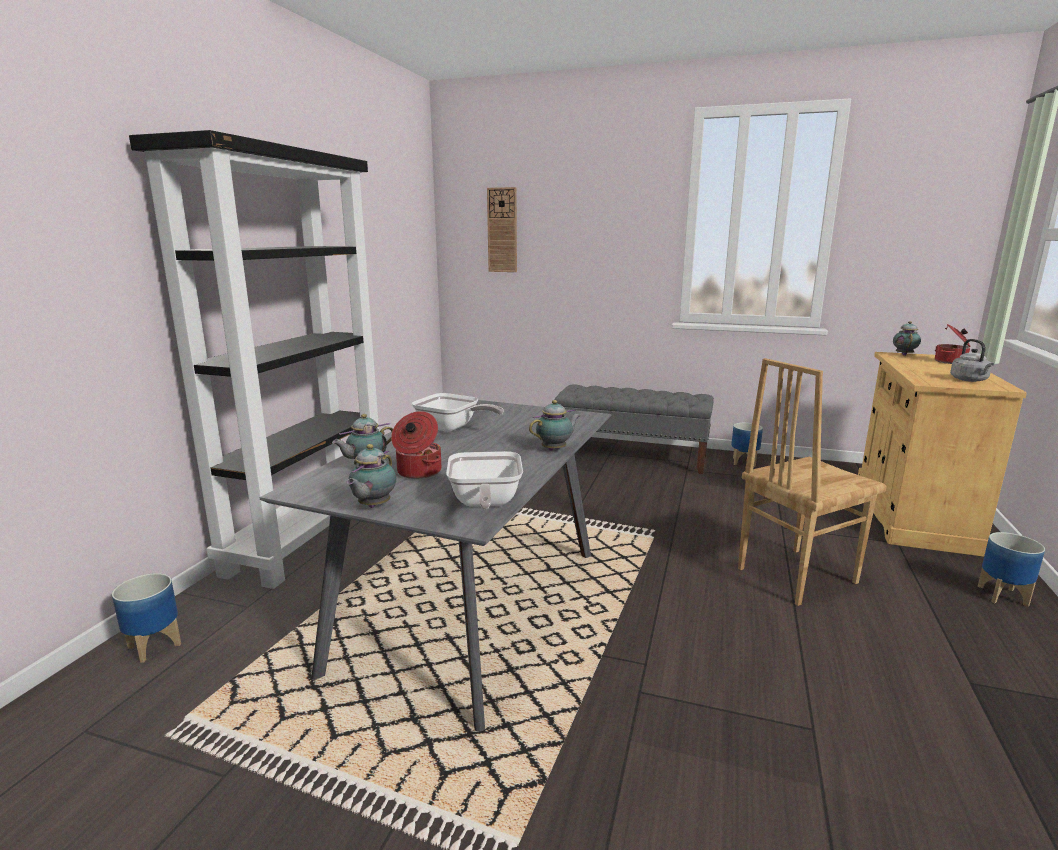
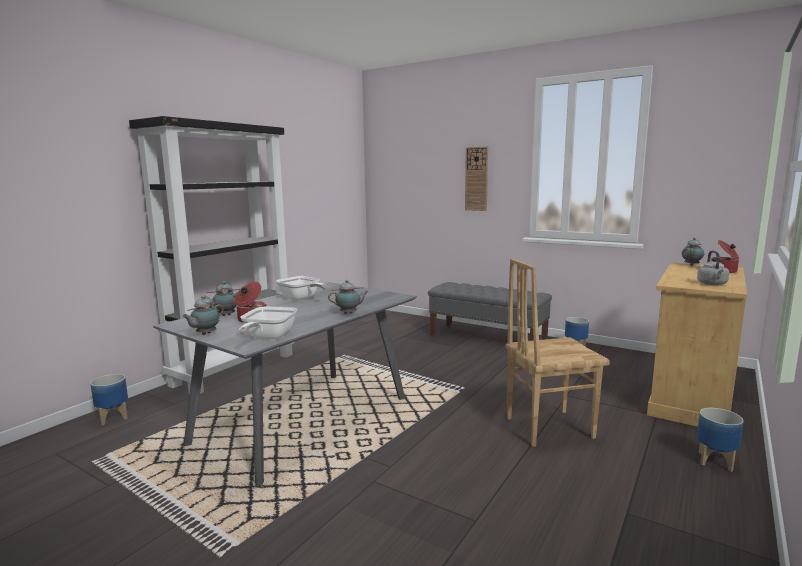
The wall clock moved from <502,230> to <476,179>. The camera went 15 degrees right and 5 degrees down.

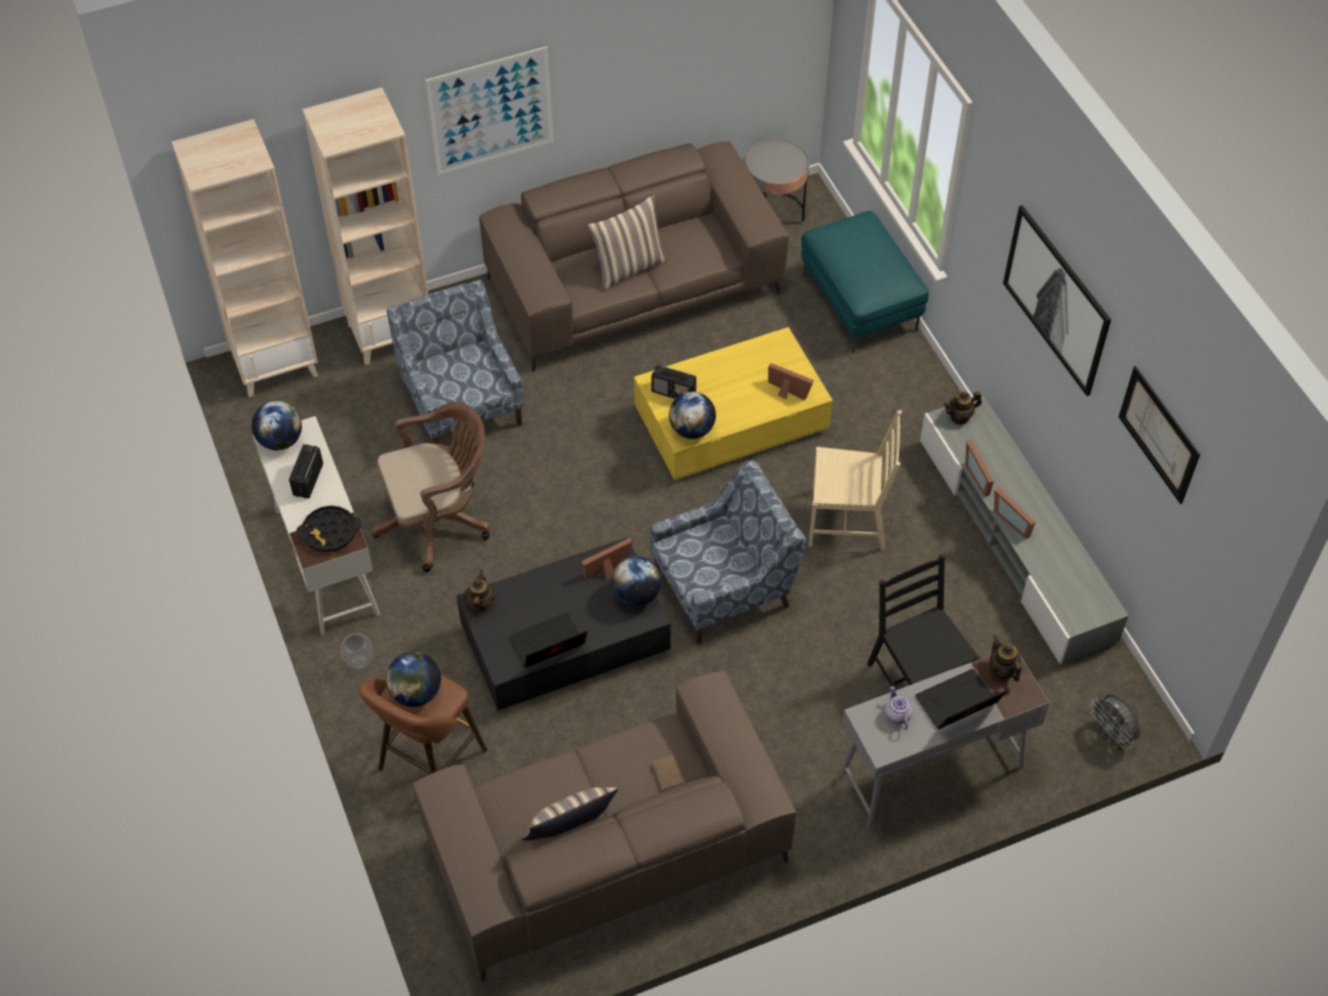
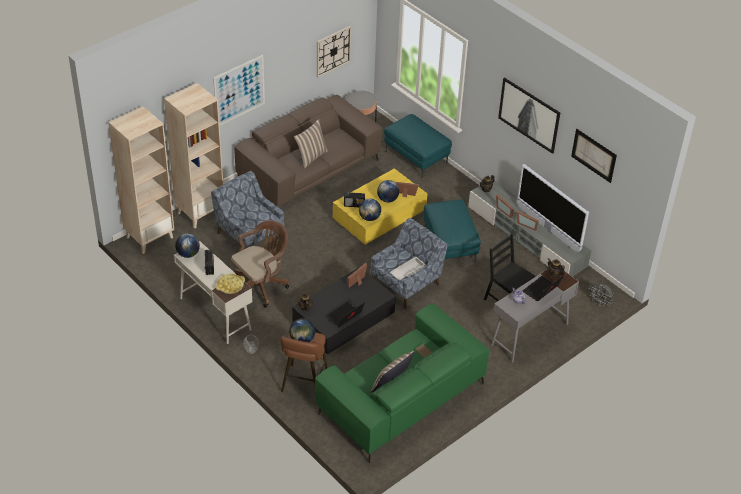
The beige chair at <848,520> was replaced by the turquoise ottoman at <450,245>. The black tray at <329,532> became the yellow tray at <230,286>. The globe moved from <636,595> to <387,199>. The brown sofa at <606,849> became the green sofa at <401,398>. The wall clock at <333,51> appeared. The television at <548,229> appeared. The white tray at <407,271> appeared. The camera went 20 degrees left and 10 degrees down.

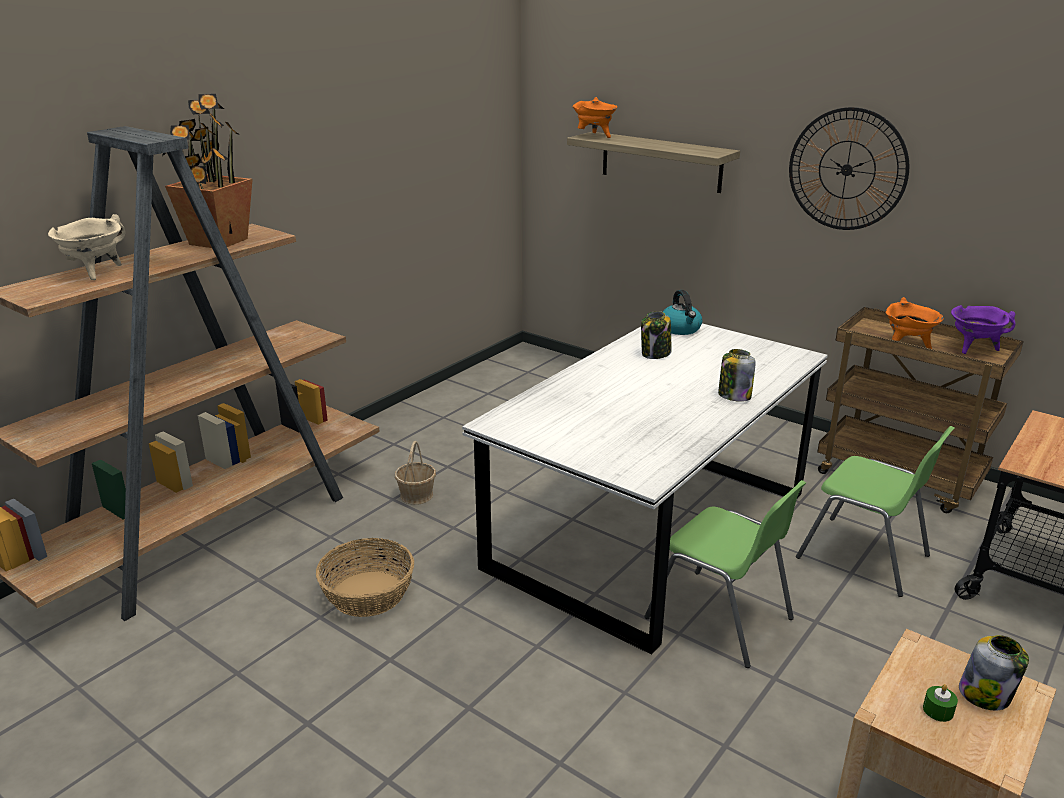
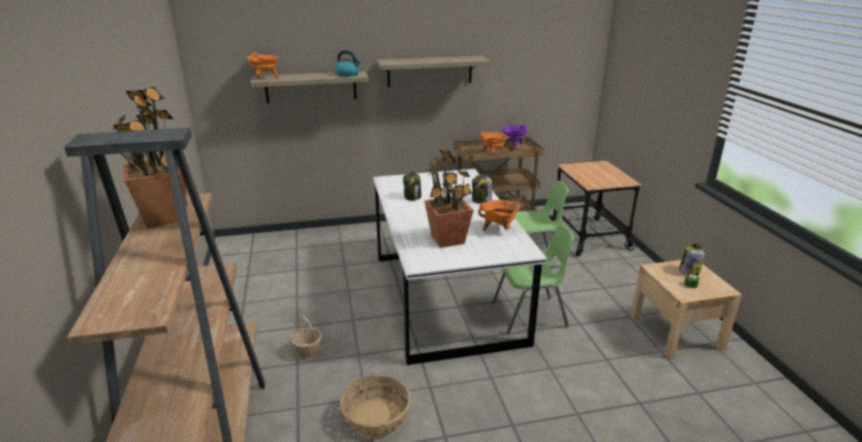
The wall clock at <847,169> was replaced by the shelf at <429,71>. The beige cooking pot at <95,272> disappeared. The kettle moved from <681,329> to <348,74>. The potted plant at <448,240> appeared. The orange cooking pot at <499,229> appeared. The camera went 50 degrees left and 0 degrees up.

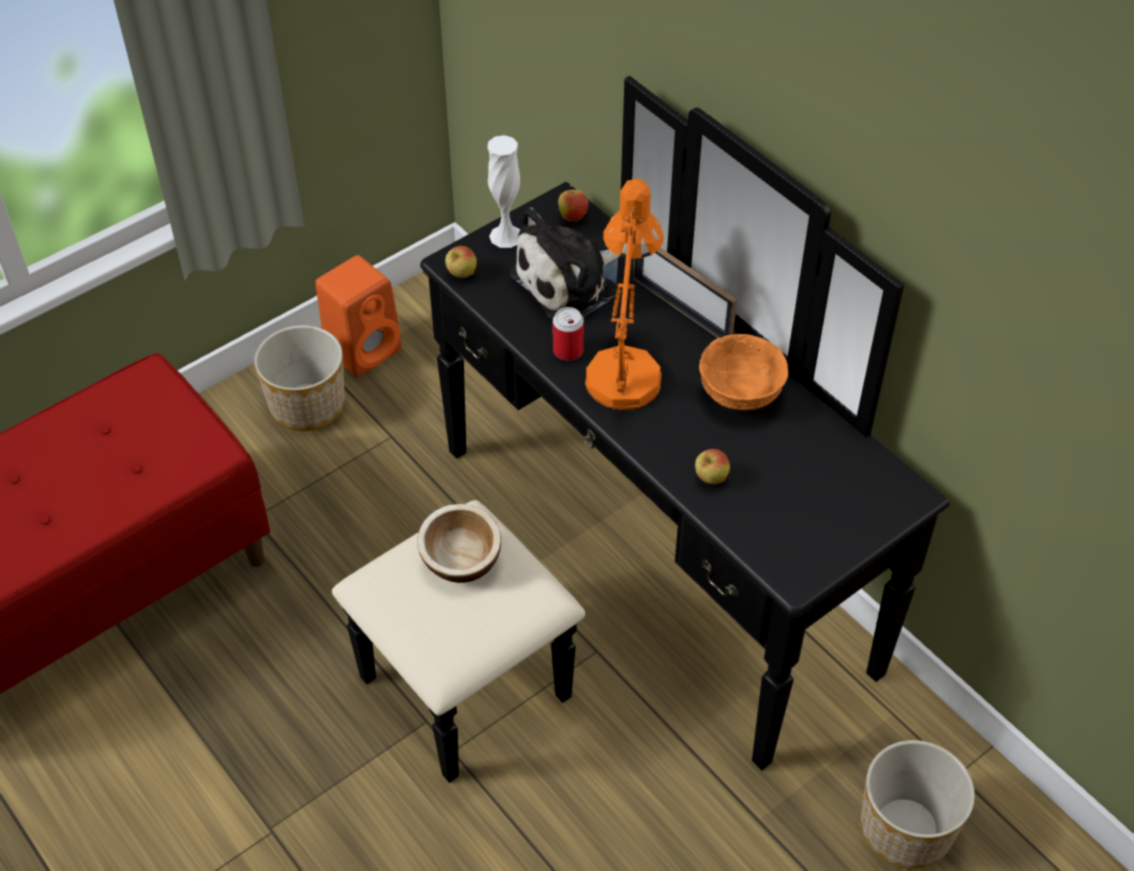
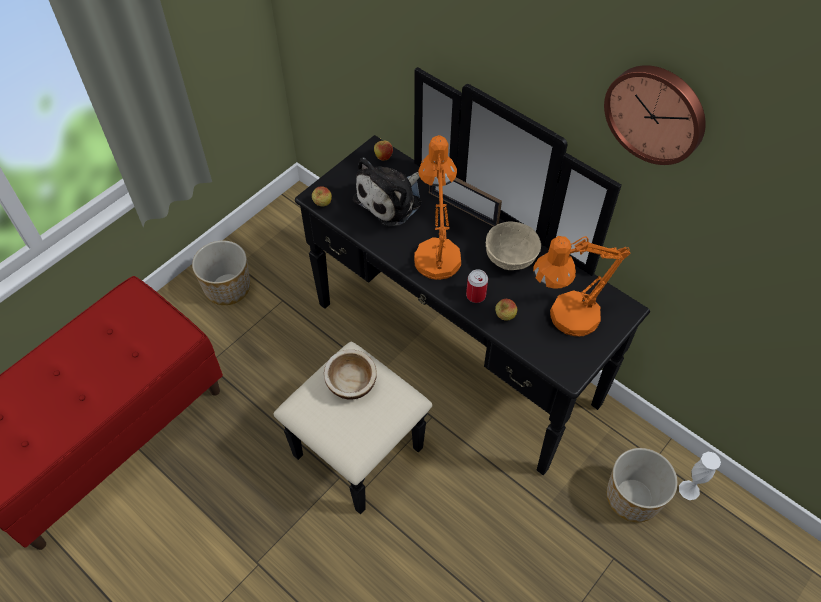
The white vase moved from <506,236> to <689,490>. The orange speaker at <364,348> disappeared. The can moved from <568,351> to <476,295>. The orange bowl at <739,393> became the beige bowl at <509,258>. The wall clock at <656,113> appeared. The orange table lamp at <564,319> appeared. The camera went 10 degrees left and 5 degrees up.

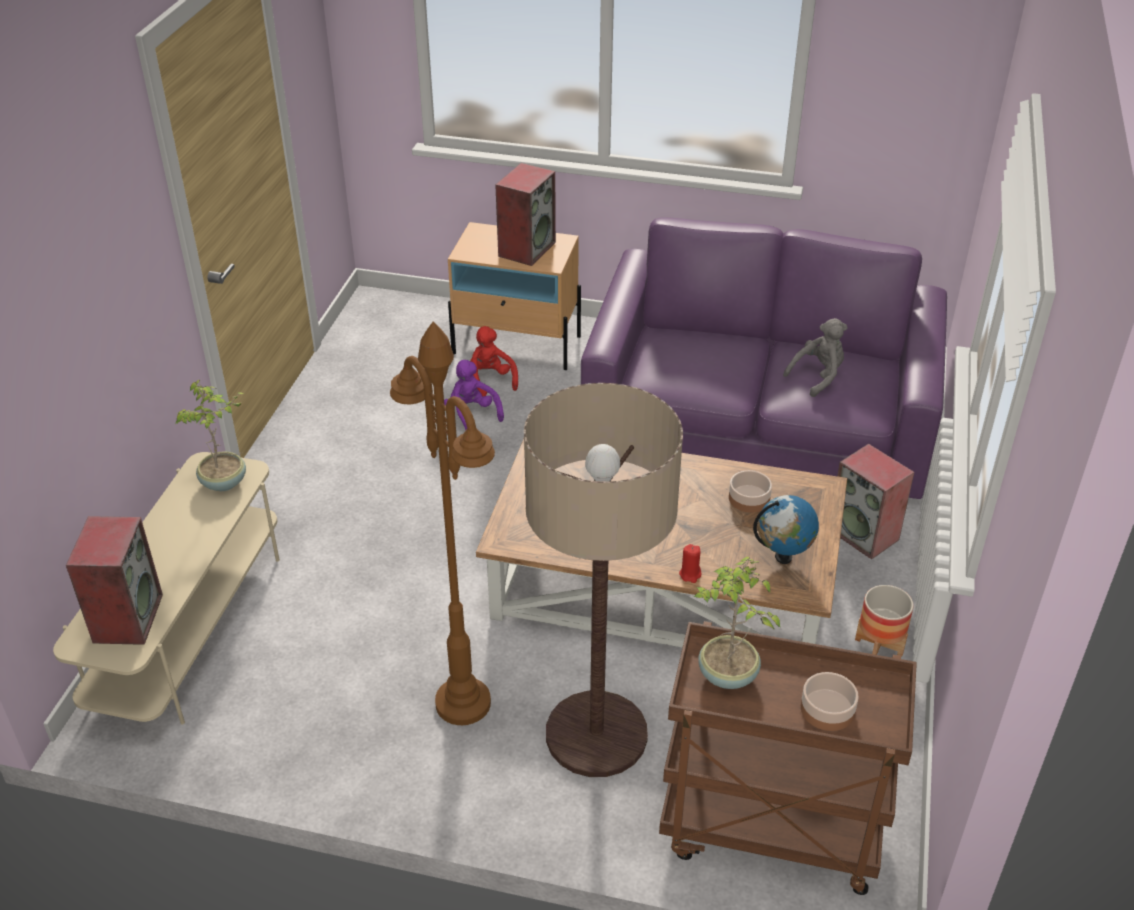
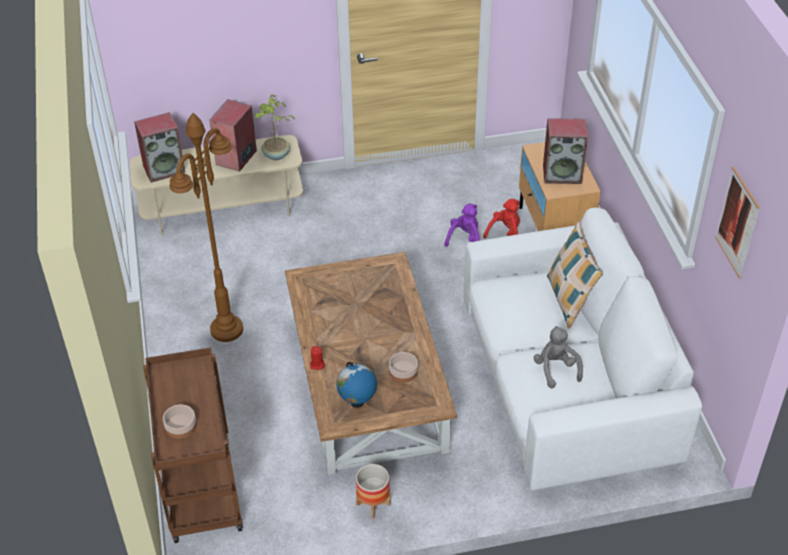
The purple sofa at <759,418> became the white sofa at <566,379>. The grey plush toy at <818,376> turned 135 degrees counterclockwise. The floor lamp at <596,735> disappeared. The speaker moved from <864,534> to <236,158>. The potted plant at <727,676> disappeared. The picture at <737,222> appeared. The pillow at <569,300> appeared. The camera went 65 degrees right and 5 degrees up.

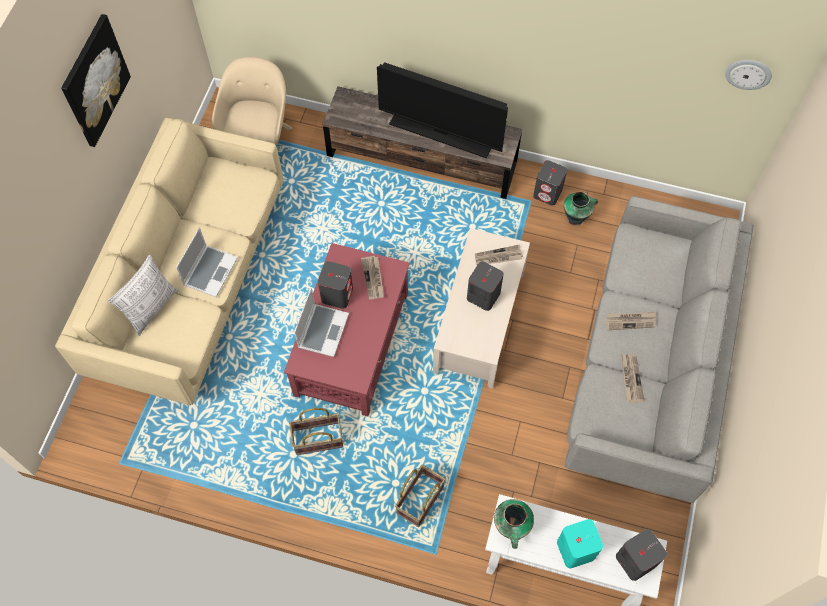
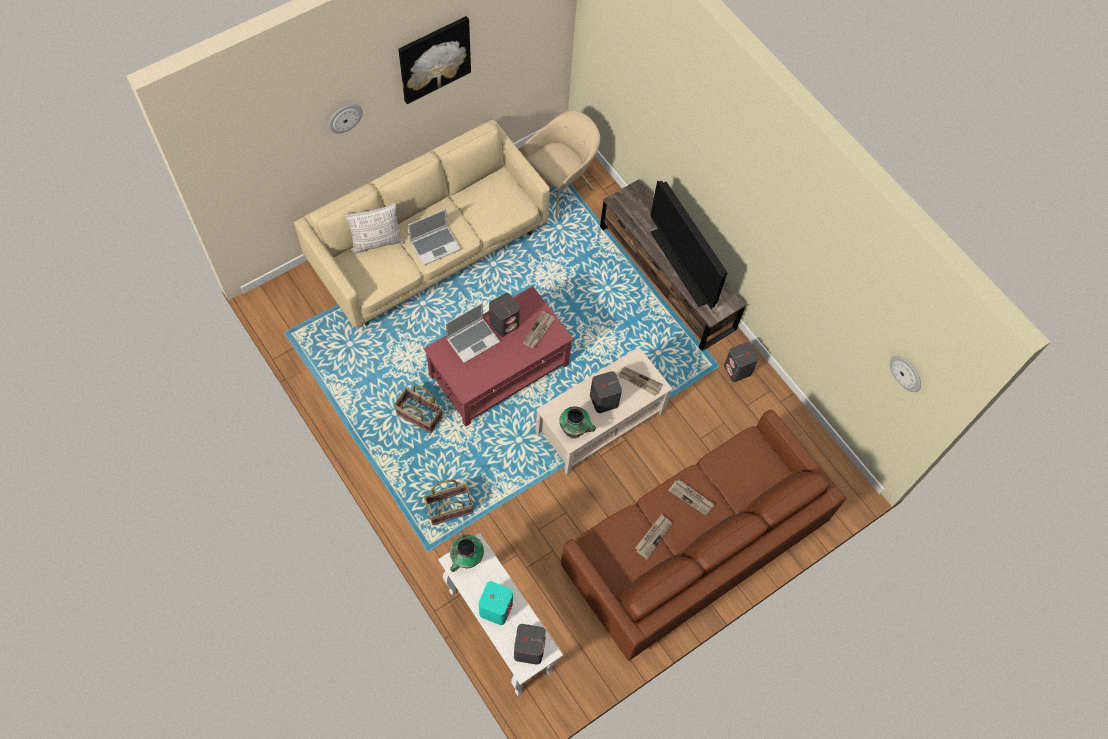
The vase moved from <576,218> to <574,431>. The grey sofa at <645,369> became the brown sofa at <691,548>. The wall clock at <345,117> appeared. The camera went 35 degrees right and 0 degrees up.

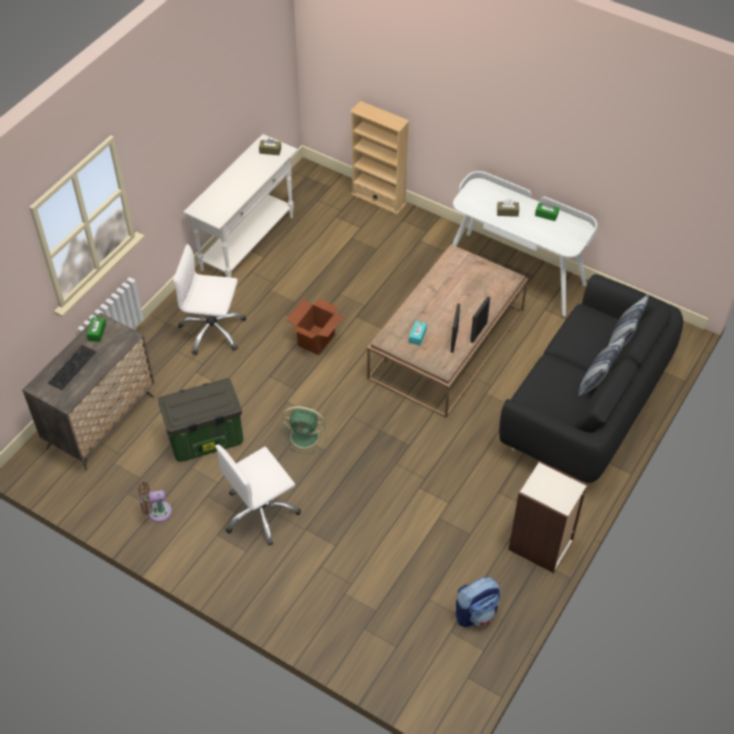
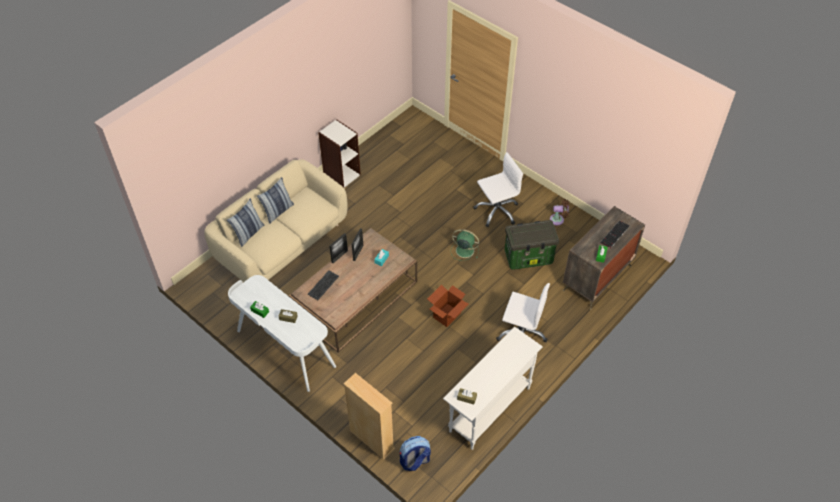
The black sofa at <585,408> became the beige sofa at <281,243>. The backpack moved from <476,613> to <414,461>. The keyboard at <323,285> appeared. The camera went 170 degrees left and 0 degrees up.

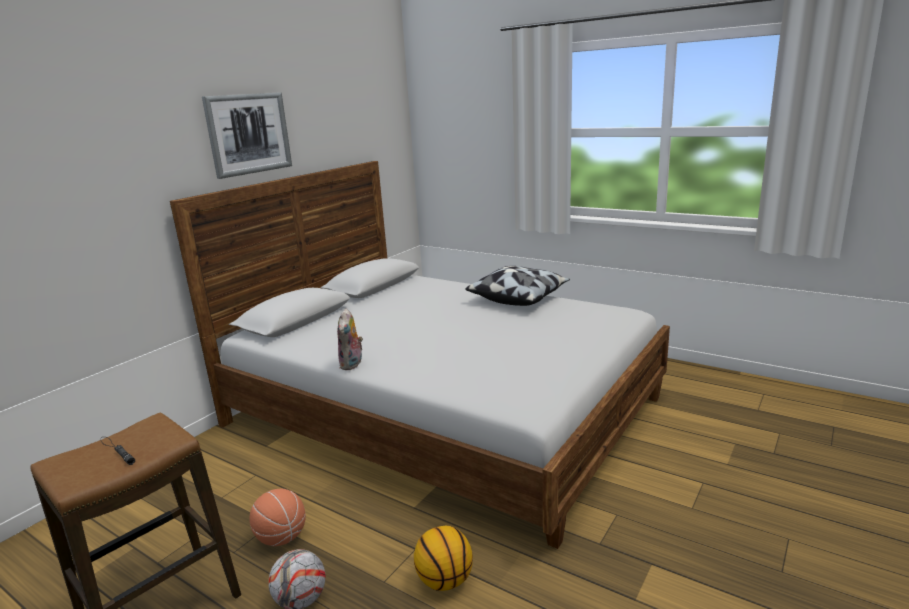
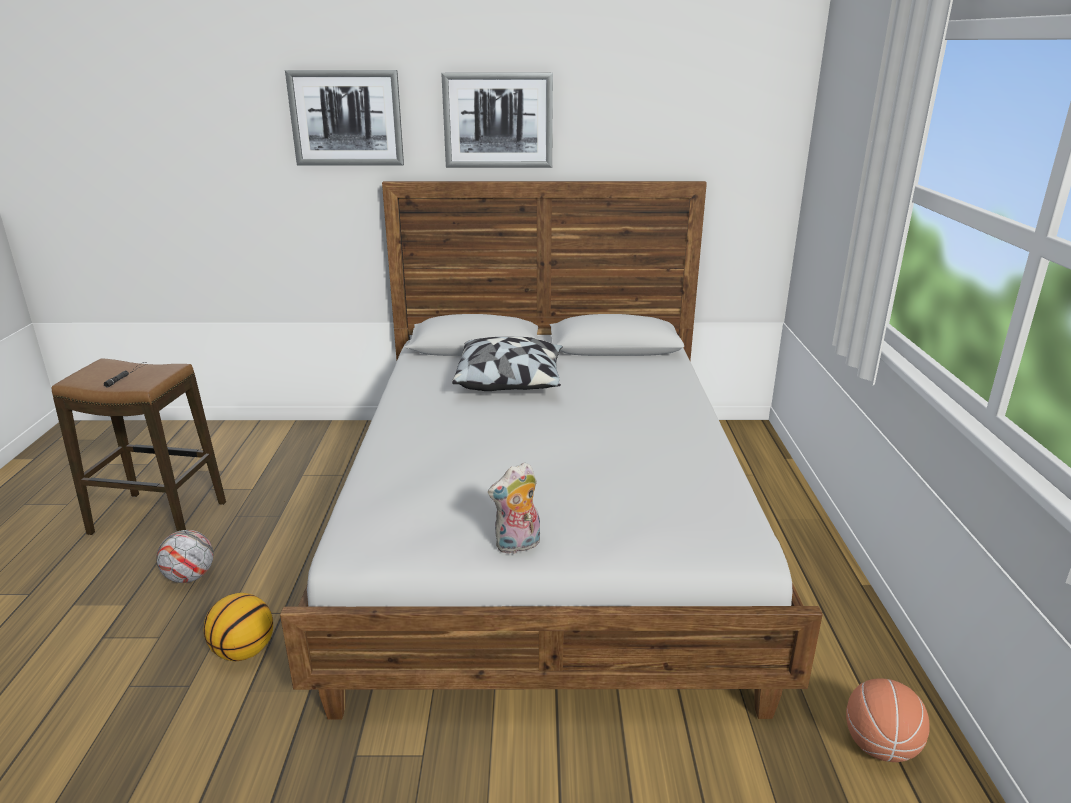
The pillow moved from <518,298> to <510,381>. The plush toy moved from <352,364> to <518,546>. The basketball moved from <282,538> to <879,746>. The picture at <346,118> appeared. The camera went 55 degrees right and 5 degrees up.

